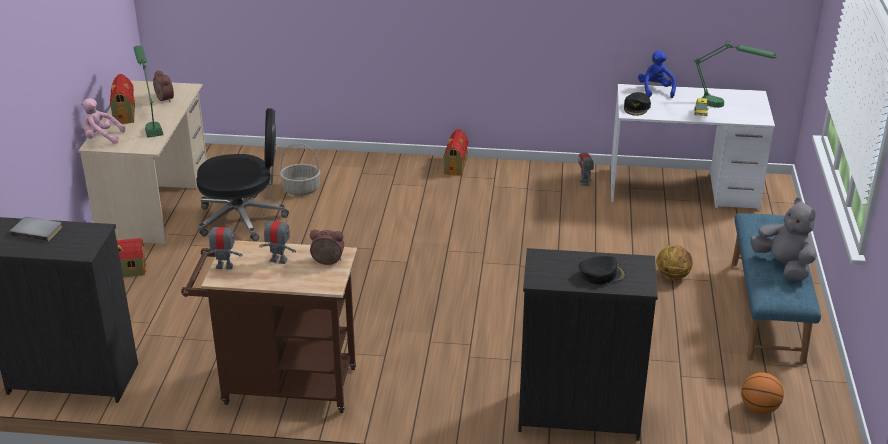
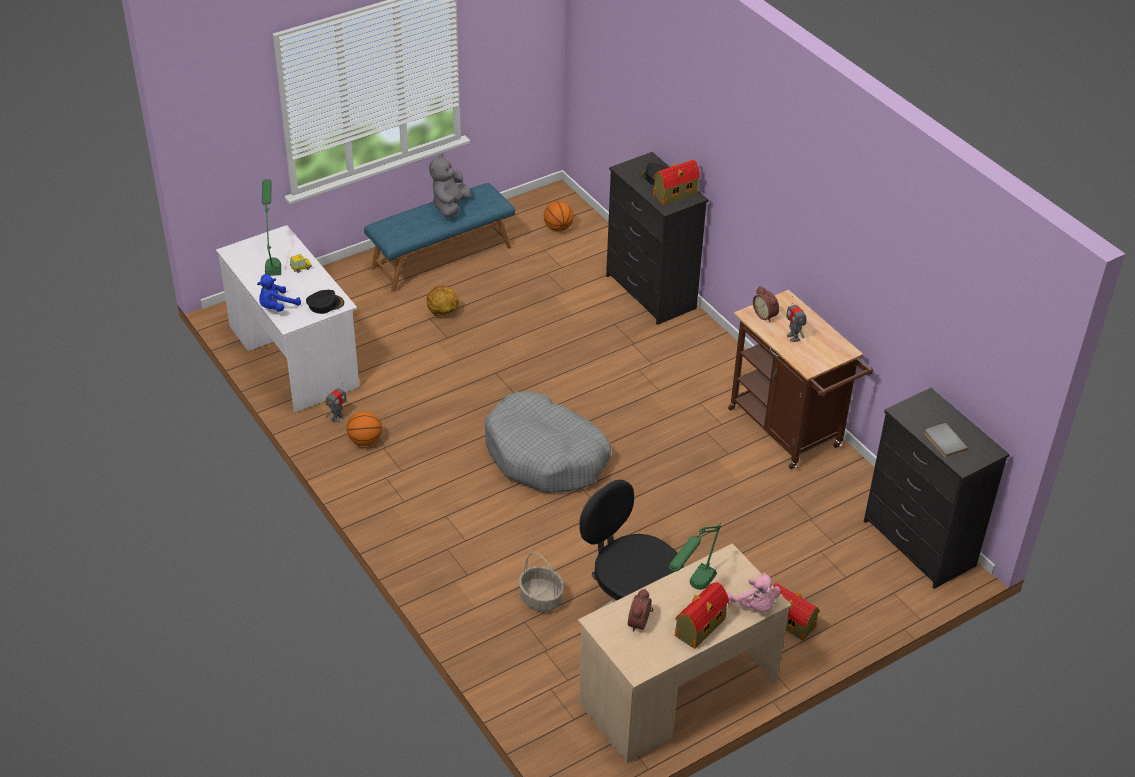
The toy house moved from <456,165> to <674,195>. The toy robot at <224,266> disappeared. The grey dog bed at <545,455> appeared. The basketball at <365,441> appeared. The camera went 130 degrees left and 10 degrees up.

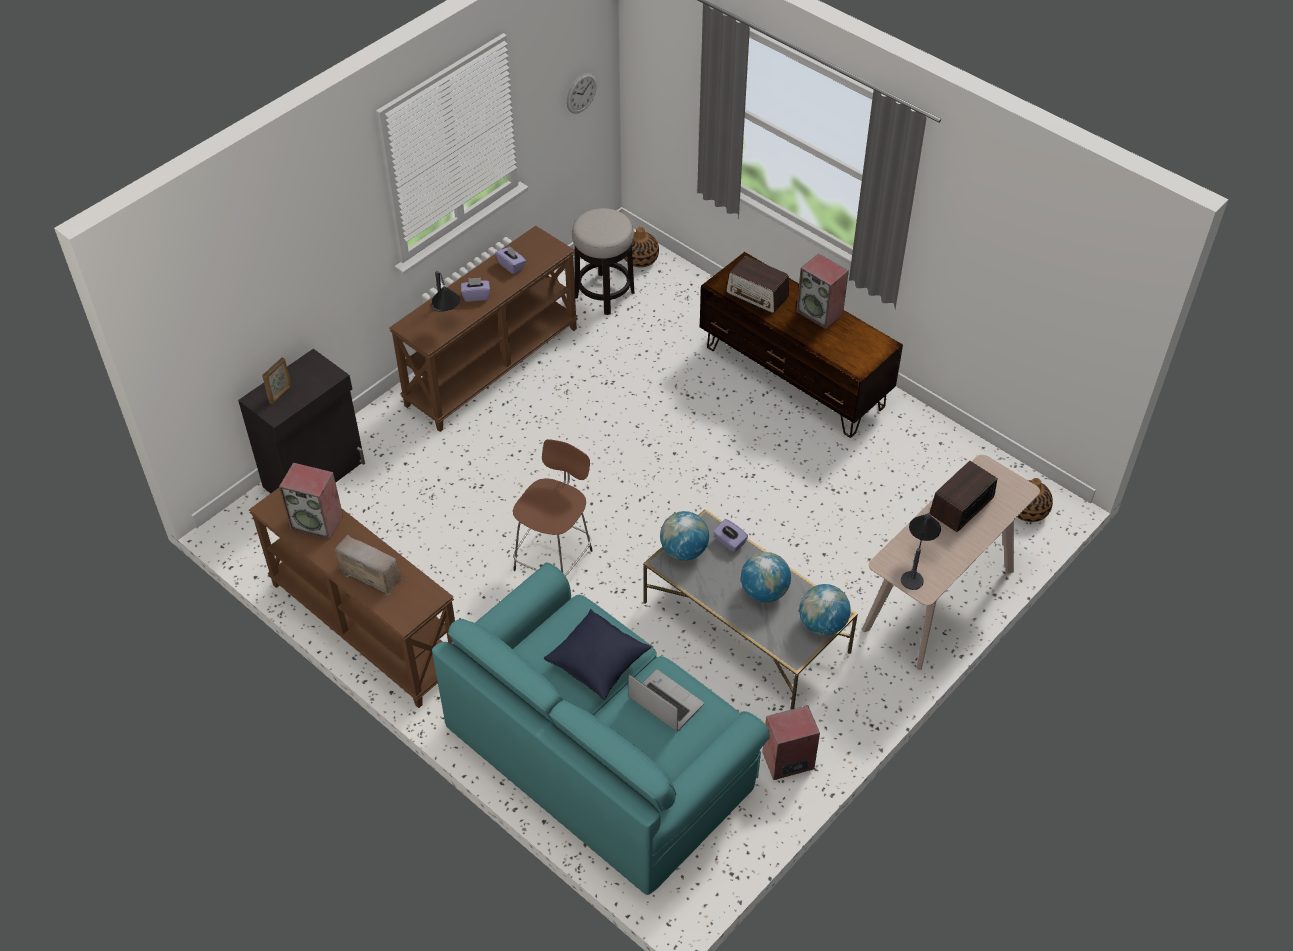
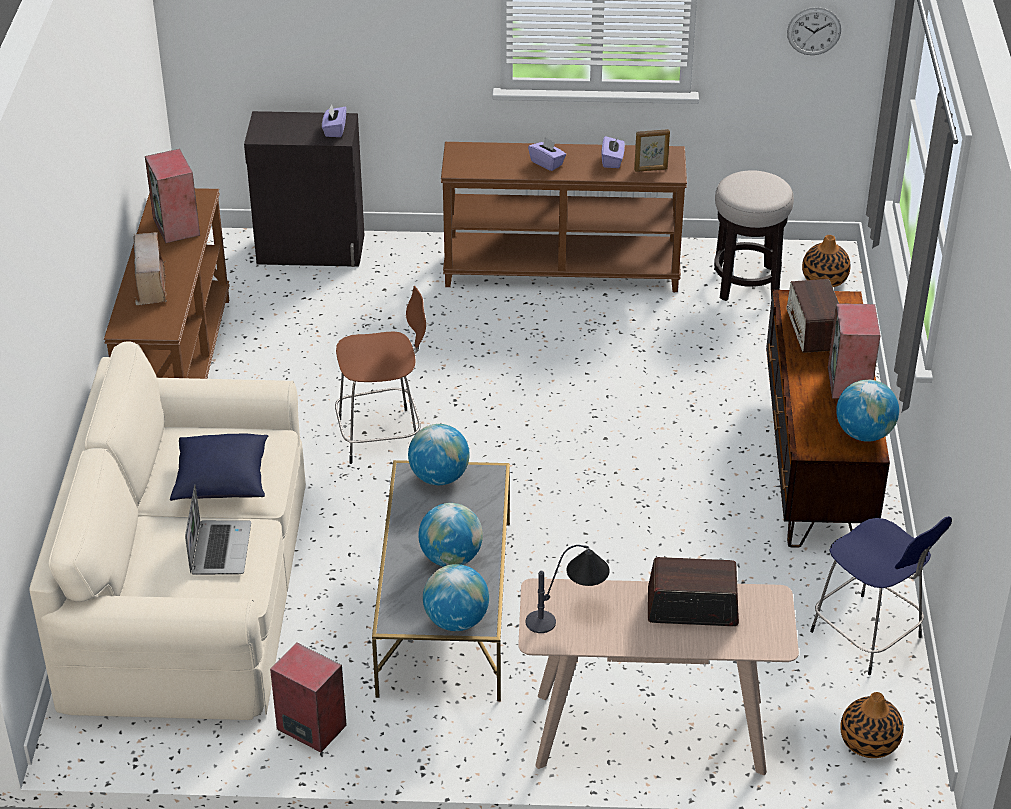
The table lamp at <446,318> disappeared. The picture frame moved from <280,394> to <651,169>. The purple tissue box moved from <729,542> to <334,130>. The turquoise sofa at <600,752> became the beige sofa at <189,590>. The globe at <864,434> appeared. The blue stool at <868,637> appeared. The camera went 50 degrees right and 10 degrees down.

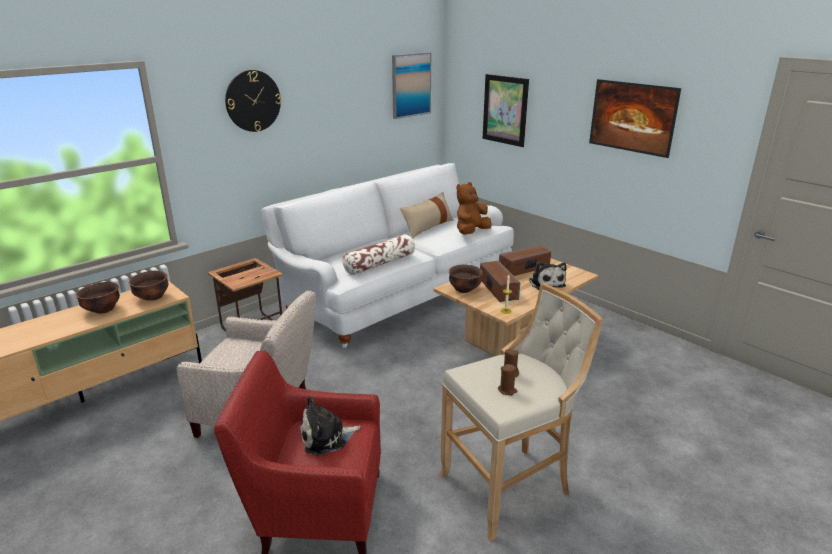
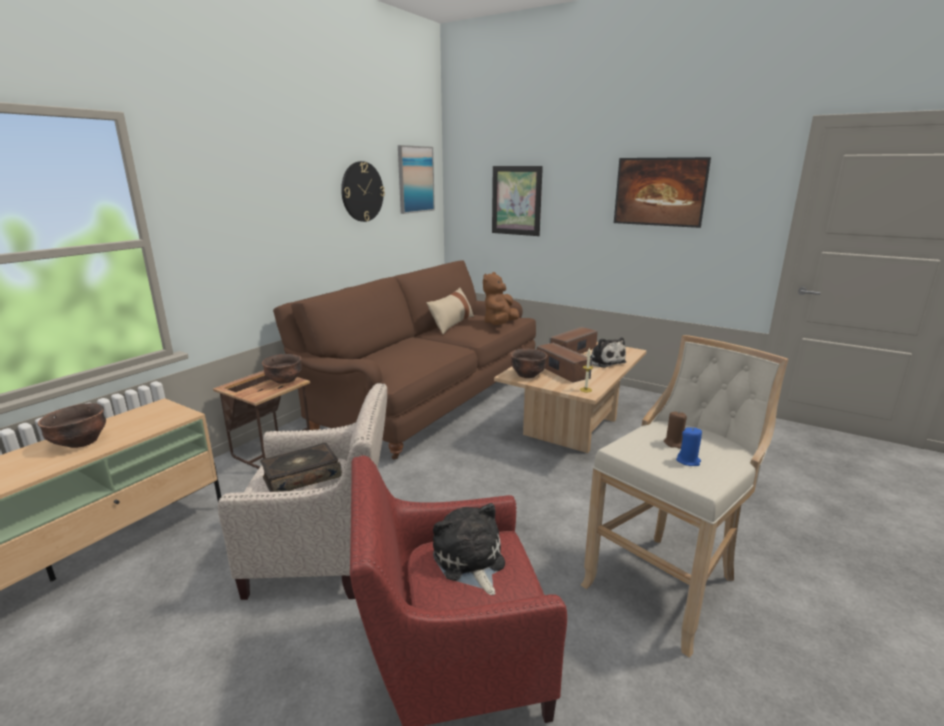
The wall clock moved from <253,101> to <362,191>. The white sofa at <397,293> became the brown sofa at <426,397>. The pillow at <380,263> disappeared. The brown bowl moved from <152,297> to <285,381>. The brown candle at <507,390> became the blue candle at <688,461>. The plush toy at <326,437> turned 105 degrees clockwise. The book at <301,477> appeared. The camera went 15 degrees left and 5 degrees down.

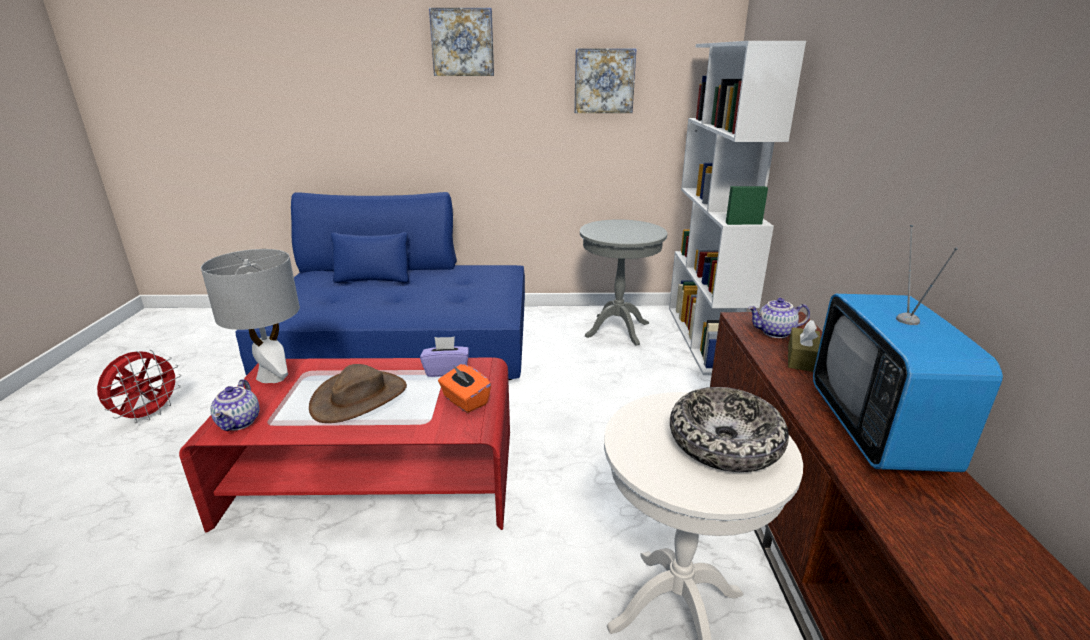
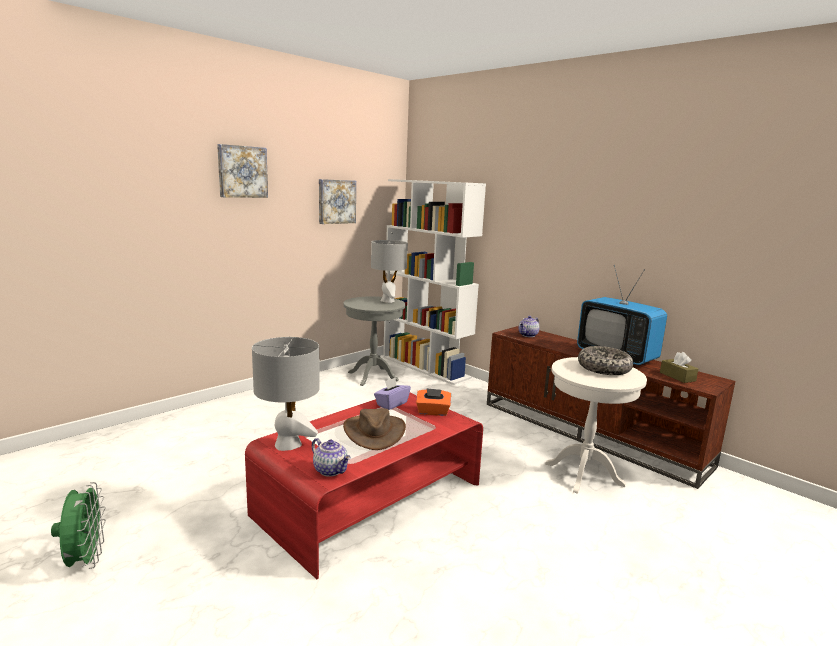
The blue sofa at <405,343> disappeared. The brown tissue box moved from <802,358> to <677,376>. The red fan at <149,415> became the green fan at <85,561>. The grey table lamp at <387,301> appeared. The camera went 45 degrees left and 10 degrees down.

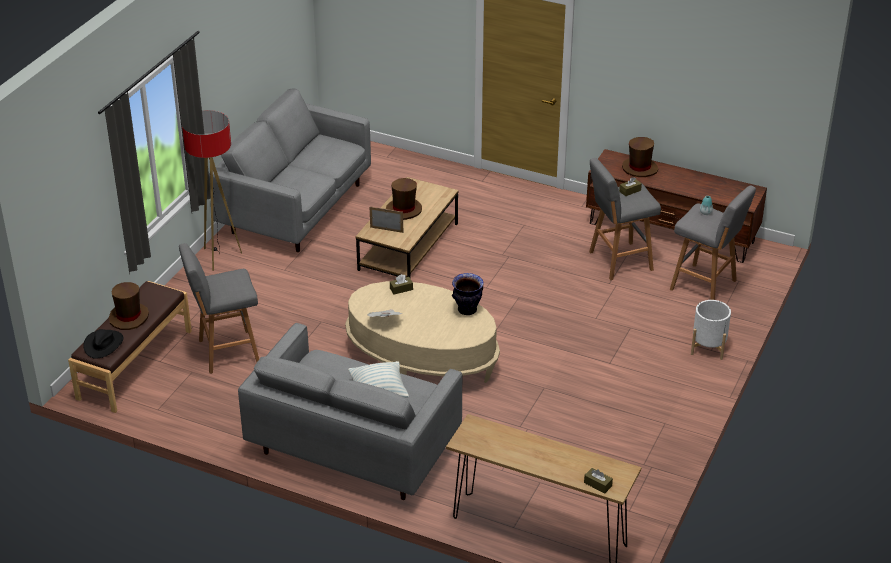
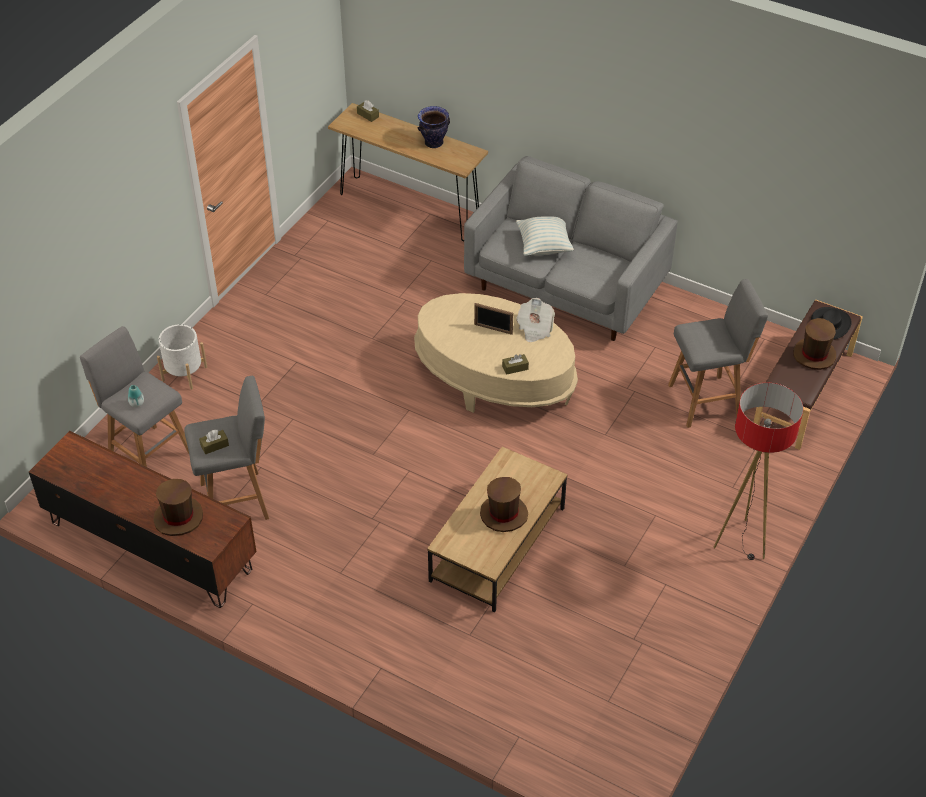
The grey sofa at <296,209> disappeared. The picture frame moved from <386,229> to <493,329>. The vase moved from <467,310> to <433,143>. The camera went 175 degrees left and 10 degrees up.

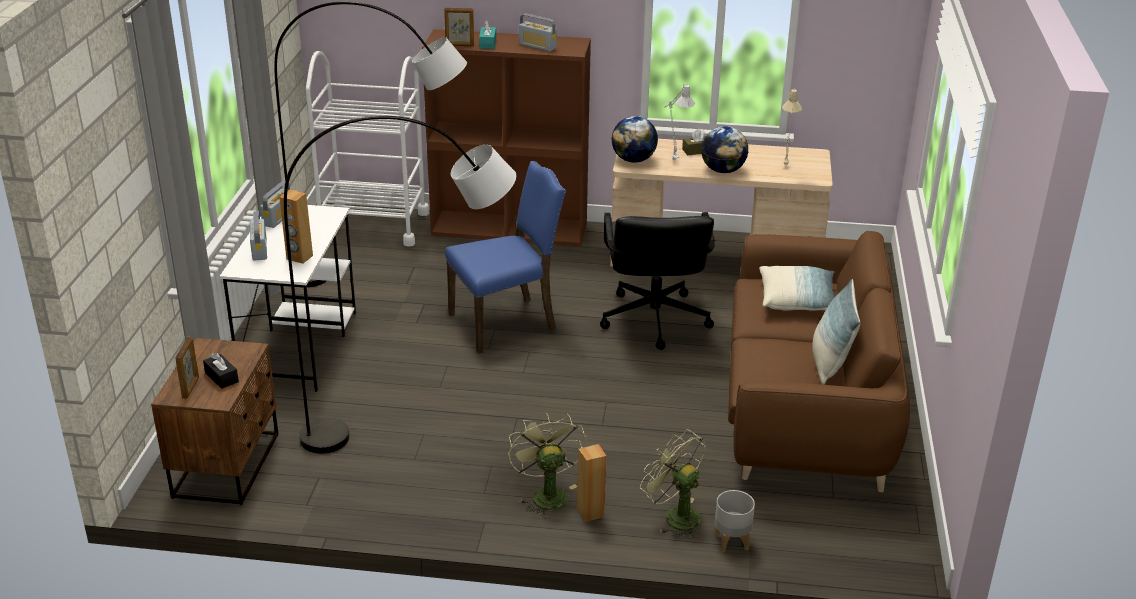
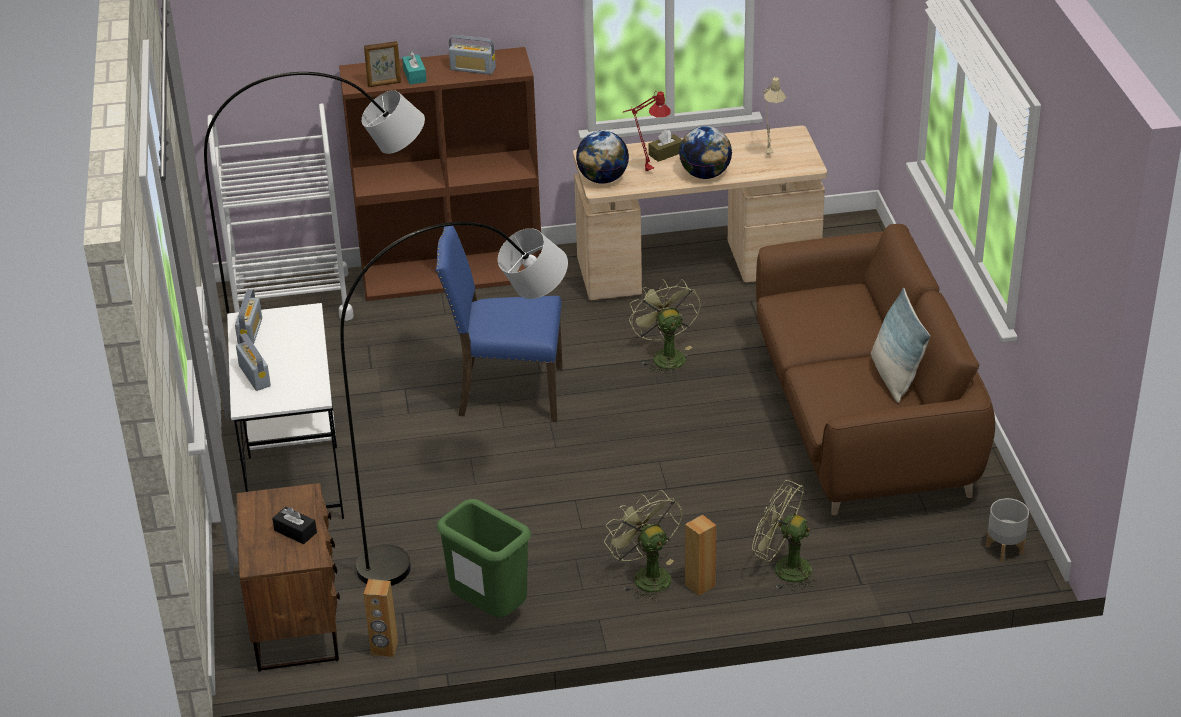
The grey table lamp at <672,158> became the red table lamp at <644,169>. The blue chair at <505,323> turned 135 degrees counterclockwise. The brown speaker moved from <299,257> to <384,649>. The black office chair at <653,320> was replaced by the green fan at <665,356>. The pillow at <797,300> disappeared. The picture frame at <191,388> disappeared. The grey planter moved from <731,542> to <1005,550>. The green trash can at <488,611> appeared. The camera went 15 degrees left and 5 degrees up.

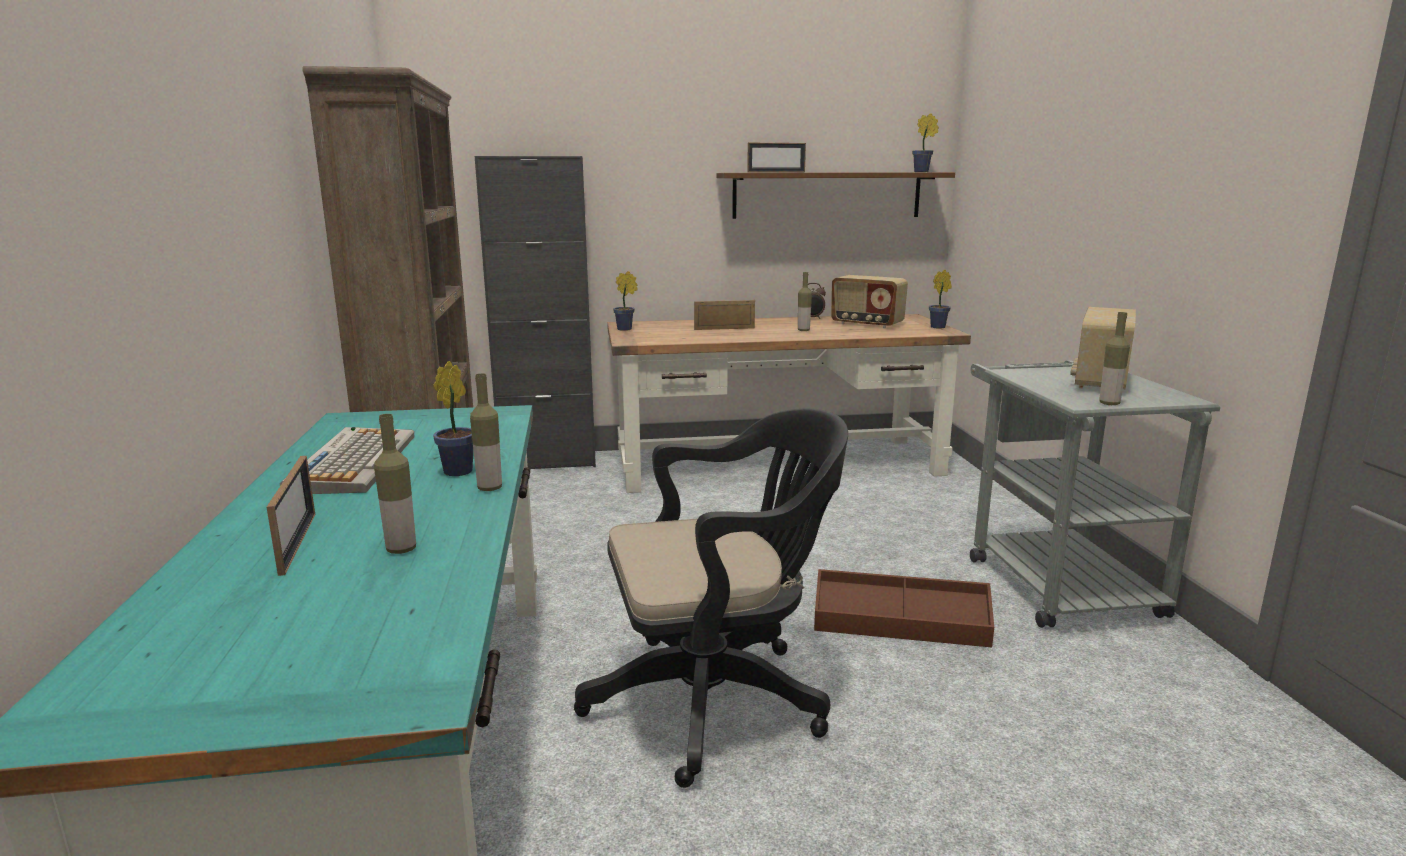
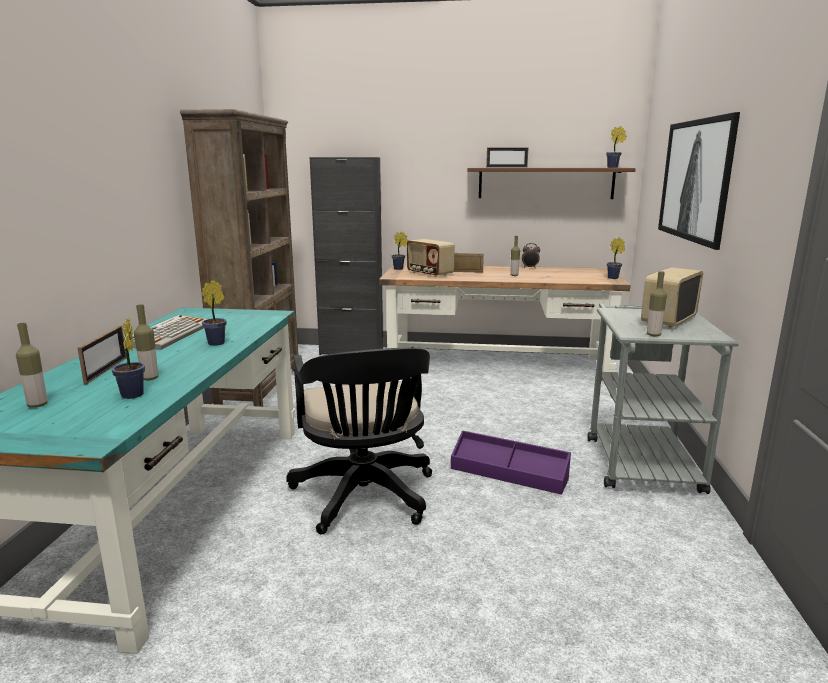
The radio moved from <866,324> to <429,274>. The bottle moved from <490,488> to <37,405>. The black office chair at <717,700> turned 75 degrees clockwise. The brown storage box at <900,625> became the purple storage box at <509,473>. The picture at <696,180> appeared. The potted plant at <131,396> appeared. The camera went 15 degrees right and 0 degrees up.

